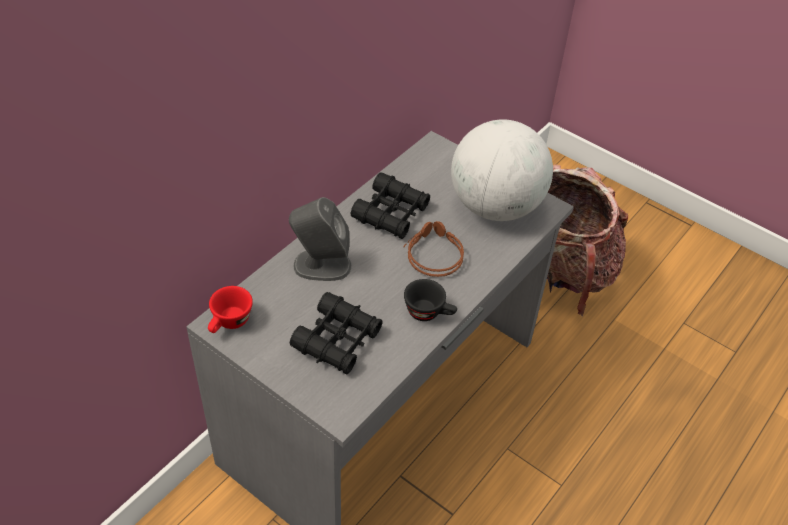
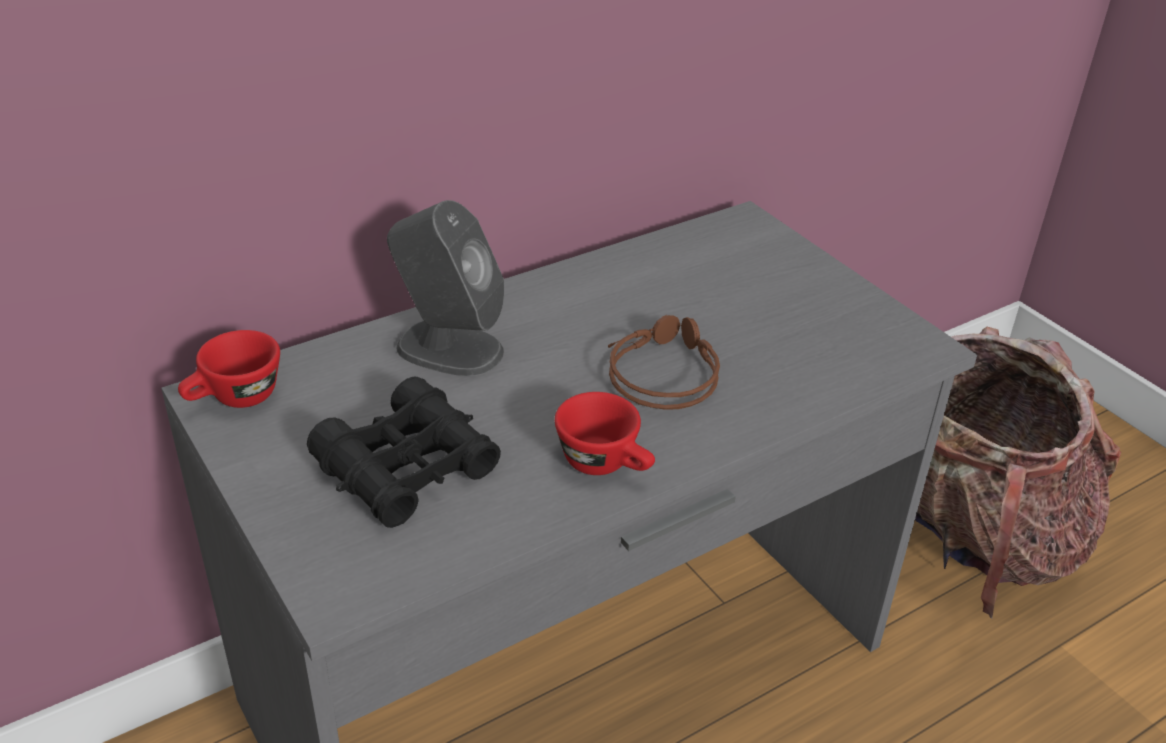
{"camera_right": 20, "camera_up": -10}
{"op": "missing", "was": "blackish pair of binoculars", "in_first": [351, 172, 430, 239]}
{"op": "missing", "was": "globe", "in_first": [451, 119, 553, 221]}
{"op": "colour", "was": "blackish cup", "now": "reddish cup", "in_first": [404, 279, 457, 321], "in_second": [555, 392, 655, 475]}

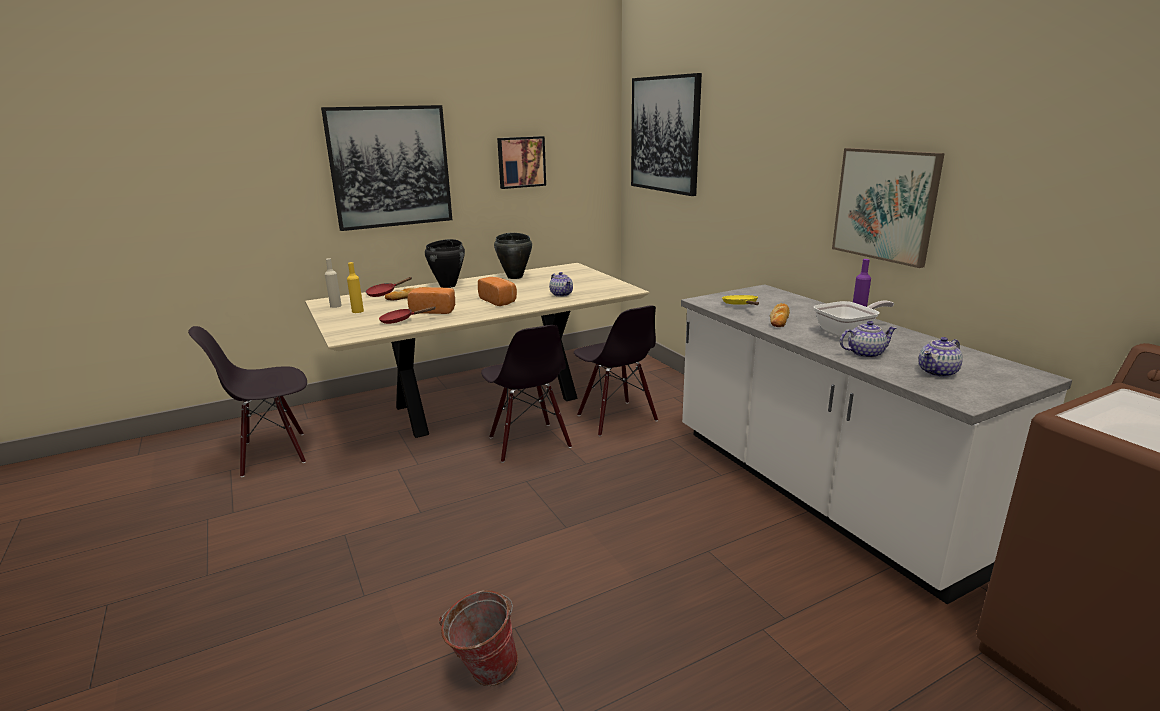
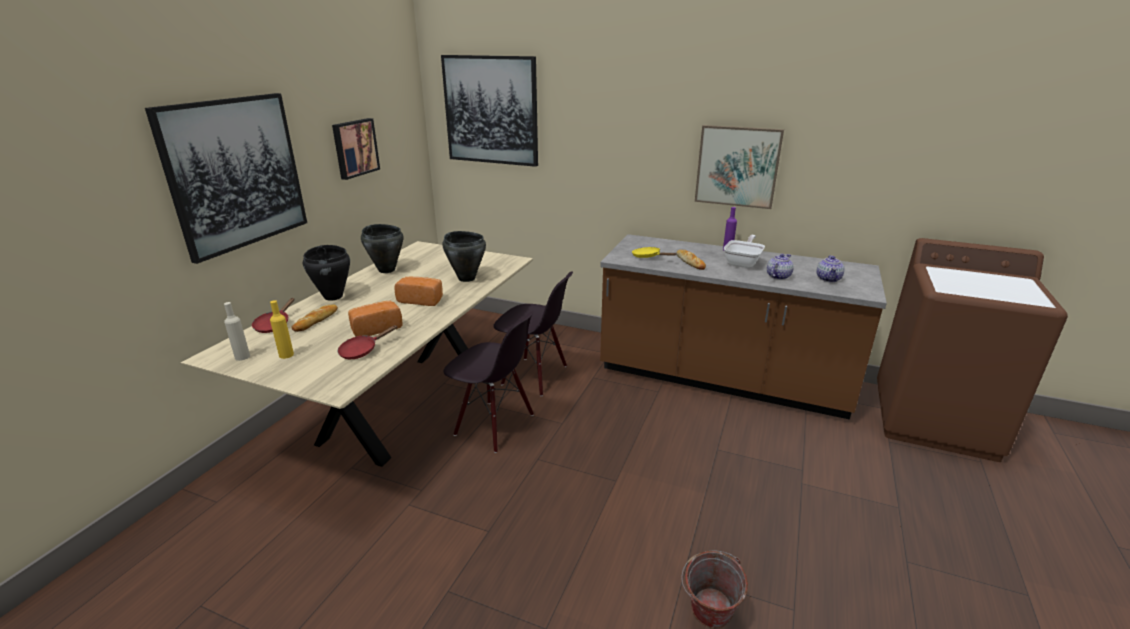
{"camera_right": -40, "camera_up": 5}
{"op": "missing", "was": "blackish chair", "in_first": [188, 326, 307, 477]}
{"op": "exchanged", "was": "tea pot", "now": "blackish cooking pot", "in_first": [549, 272, 573, 297], "in_second": [442, 231, 486, 282]}
{"op": "colour", "was": "whitish counter", "now": "brownish counter", "in_first": [681, 284, 1072, 604], "in_second": [600, 234, 887, 420]}

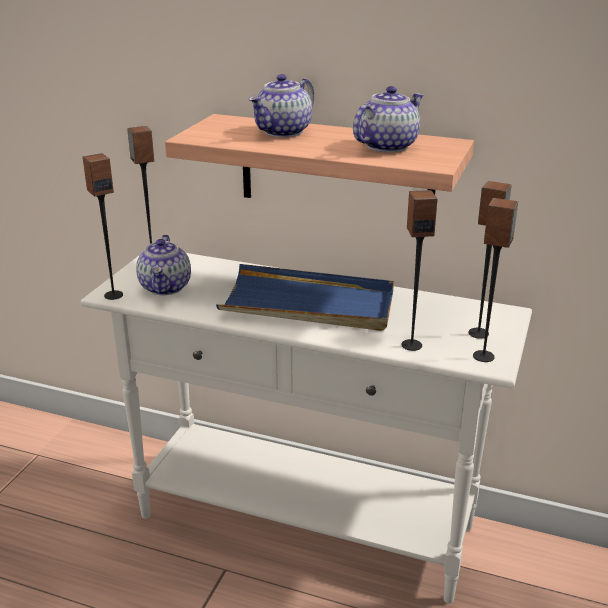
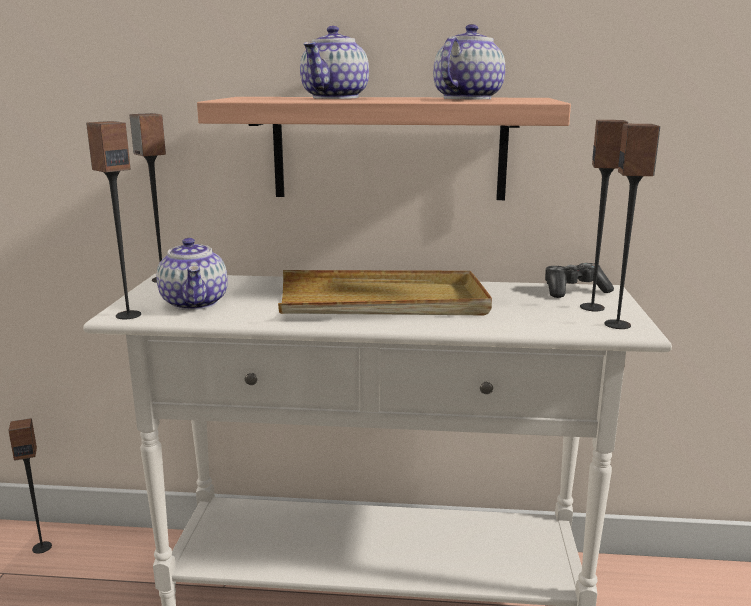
{"camera_right": -15, "camera_up": -10}
{"op": "appeared", "now": "joypad", "in_second": [545, 263, 614, 298]}
{"op": "relocated", "was": "loudspeaker", "in_first": [401, 190, 437, 351], "in_second": [8, 418, 52, 554]}
{"op": "colour", "was": "bluish carrying tray", "now": "beige carrying tray", "in_first": [216, 264, 394, 331], "in_second": [278, 270, 492, 315]}

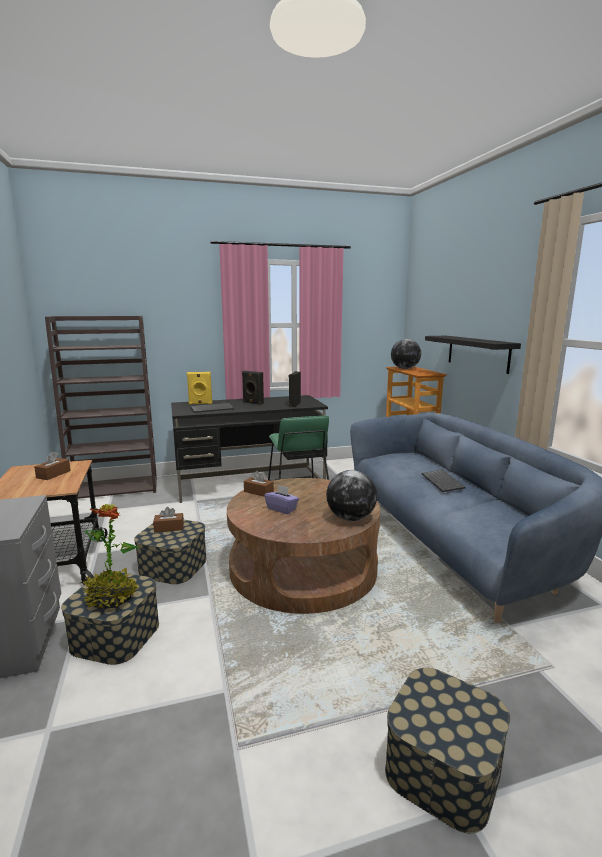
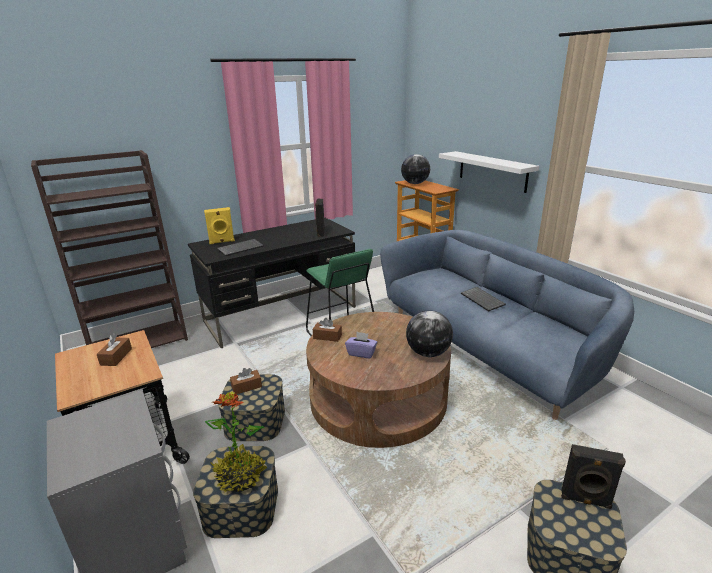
{"camera_right": -15, "camera_up": 10}
{"op": "relocated", "was": "blackish loudspeaker", "in_first": [242, 371, 264, 405], "in_second": [561, 444, 626, 509]}
{"op": "colour", "was": "blackish shelf", "now": "whitish shelf", "in_first": [425, 336, 521, 374], "in_second": [439, 151, 539, 193]}

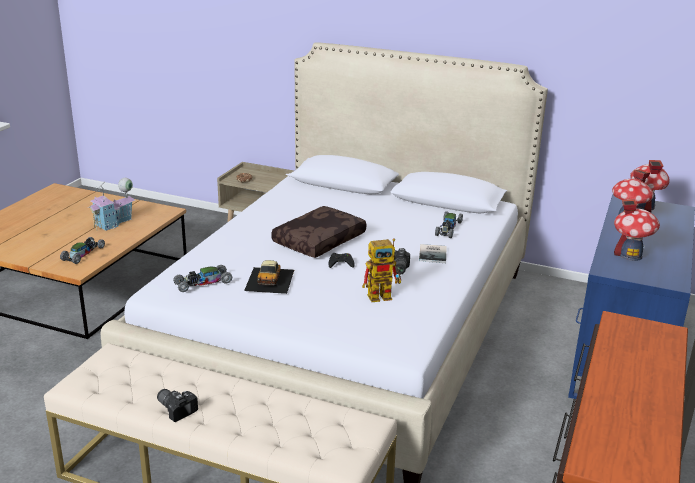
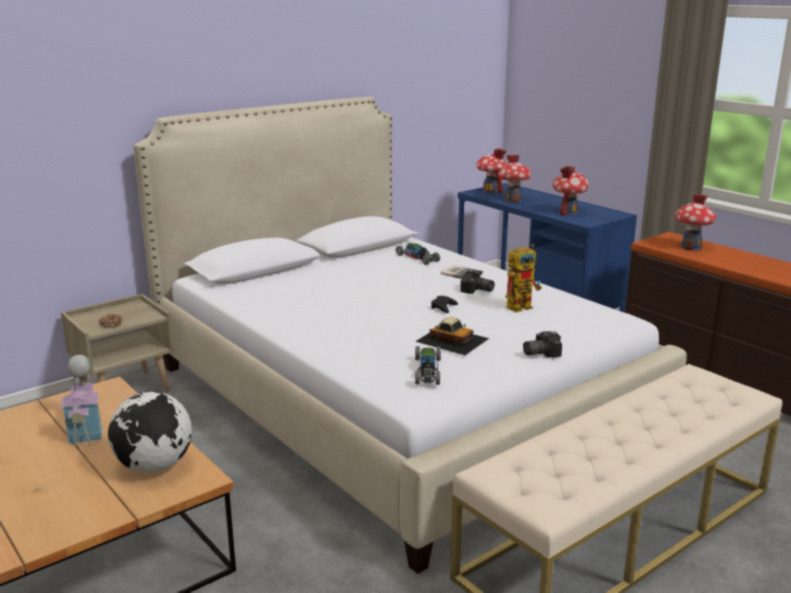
{"camera_right": -60, "camera_up": -5}
{"op": "missing", "was": "brownish throw pillow", "in_first": [271, 206, 366, 258]}
{"op": "appeared", "now": "model house", "in_second": [675, 194, 717, 251]}
{"op": "relocated", "was": "photo camera", "in_first": [157, 389, 198, 422], "in_second": [523, 331, 562, 357]}
{"op": "exchanged", "was": "model car", "now": "globe", "in_first": [60, 237, 105, 264], "in_second": [108, 391, 192, 473]}
{"op": "spun", "was": "robot figure", "in_first": [362, 238, 401, 302], "in_second": [506, 244, 542, 312], "clockwise": 45}

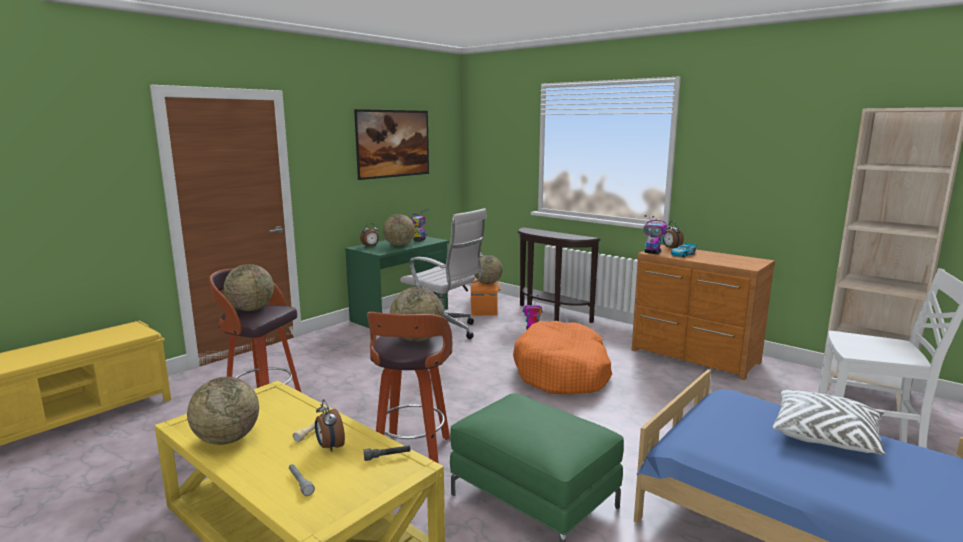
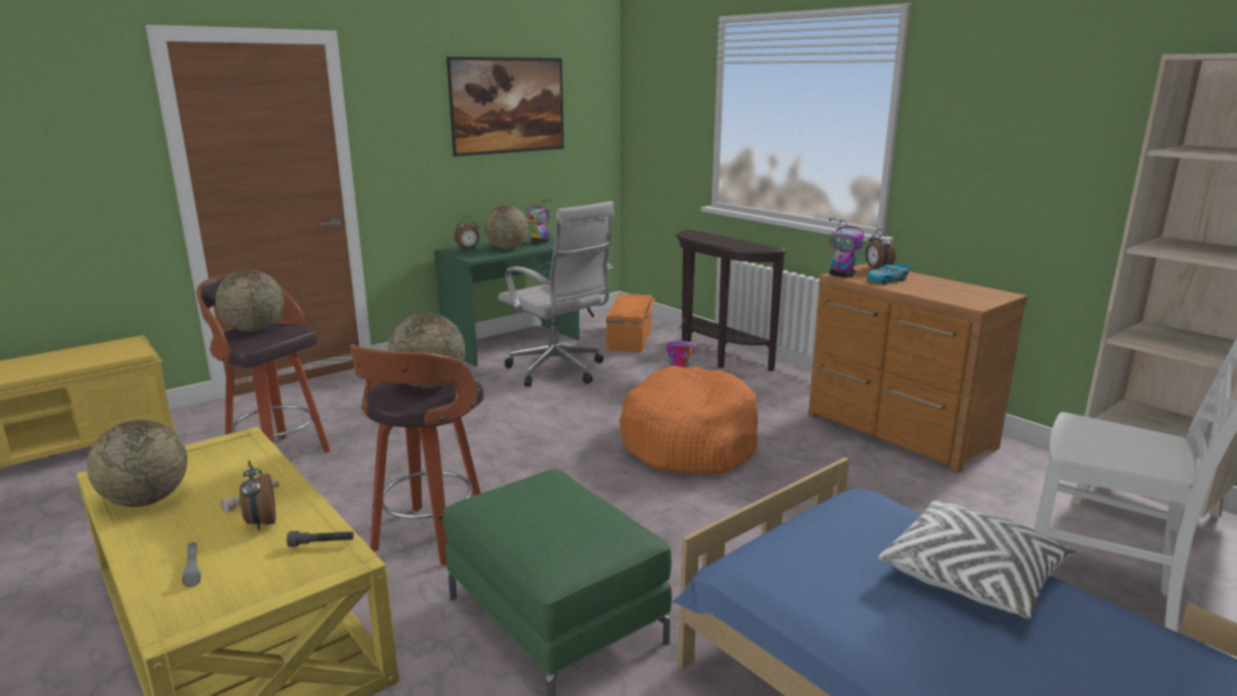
{"camera_right": 10, "camera_up": 5}
{"op": "missing", "was": "globe", "in_first": [475, 255, 503, 284]}

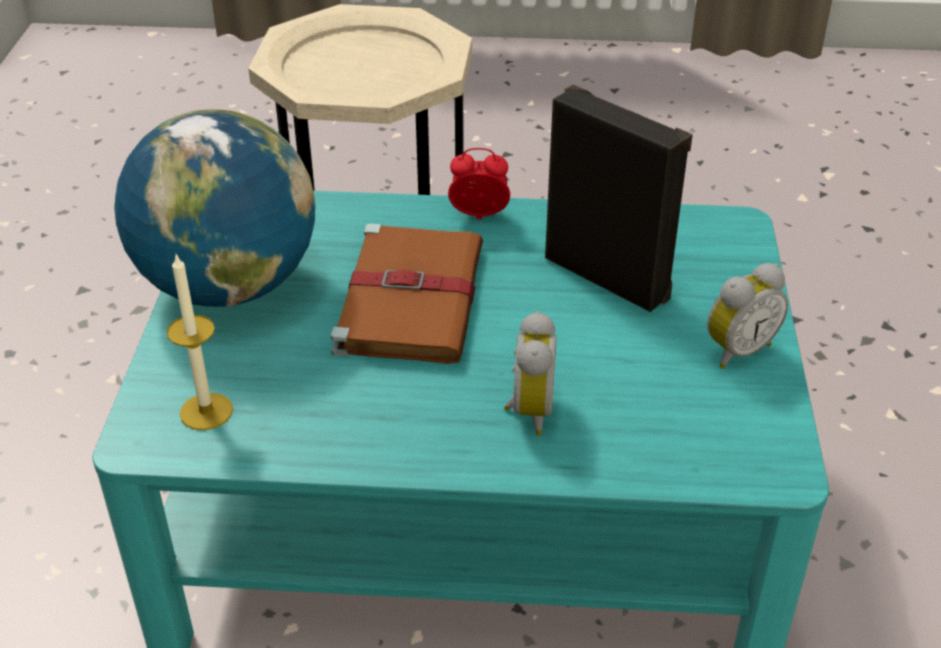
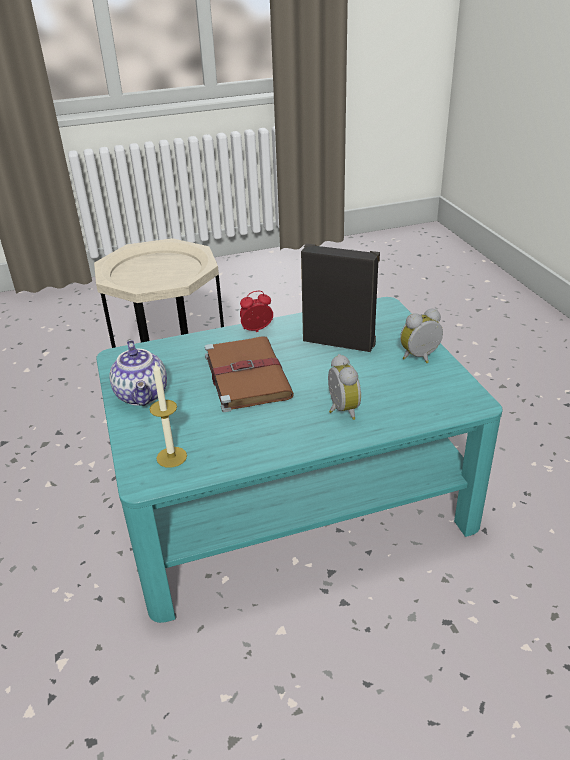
{"camera_right": -20, "camera_up": -5}
{"op": "exchanged", "was": "globe", "now": "tea pot", "in_first": [114, 109, 315, 307], "in_second": [110, 340, 167, 406]}
{"op": "spun", "was": "alarm clock", "in_first": [707, 263, 788, 369], "in_second": [400, 309, 443, 363], "clockwise": -150}

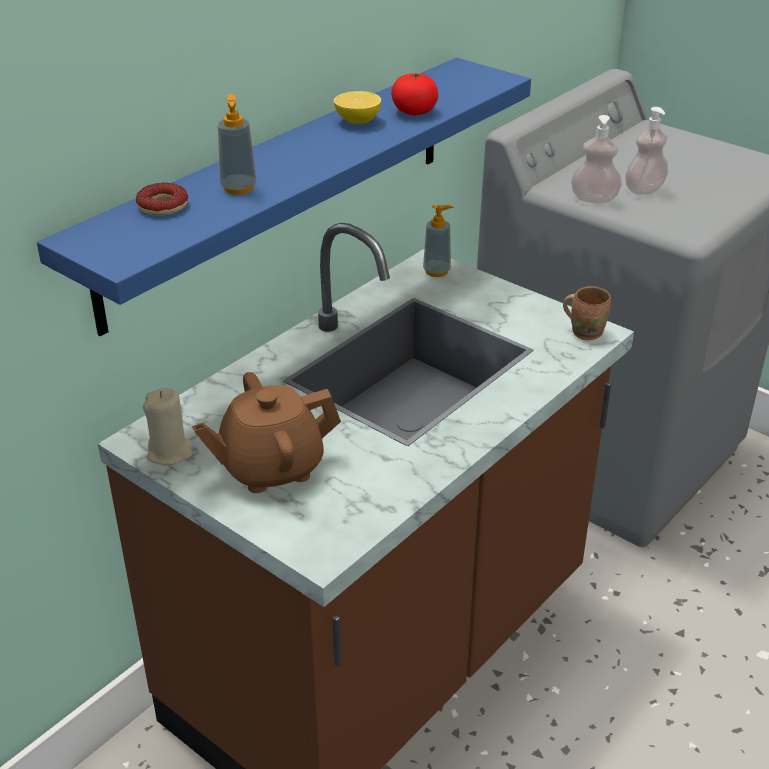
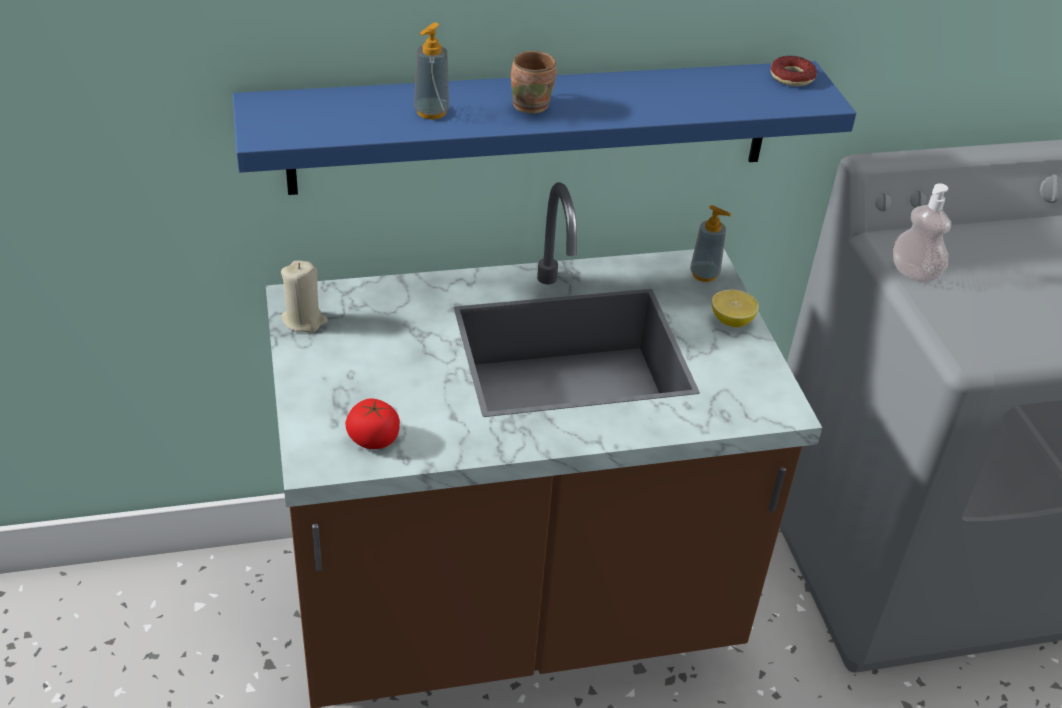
{"camera_right": 35, "camera_up": 5}
{"op": "missing", "was": "brownish tea pot", "in_first": [192, 372, 341, 493]}
{"op": "missing", "was": "liquid soap bottle", "in_first": [625, 107, 668, 195]}
{"op": "relocated", "was": "ring doughnut", "in_first": [136, 183, 188, 216], "in_second": [771, 56, 817, 86]}
{"op": "relocated", "was": "citrus fruit", "in_first": [334, 91, 381, 124], "in_second": [712, 289, 759, 328]}
{"op": "relocated", "was": "whole tomato", "in_first": [391, 73, 438, 115], "in_second": [345, 398, 400, 449]}
{"op": "relocated", "was": "brownish coffee mug", "in_first": [563, 286, 611, 340], "in_second": [511, 51, 556, 114]}

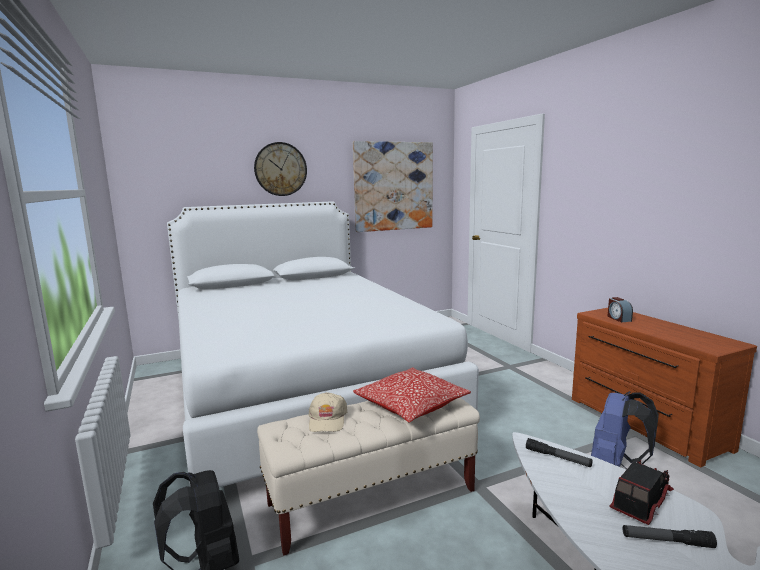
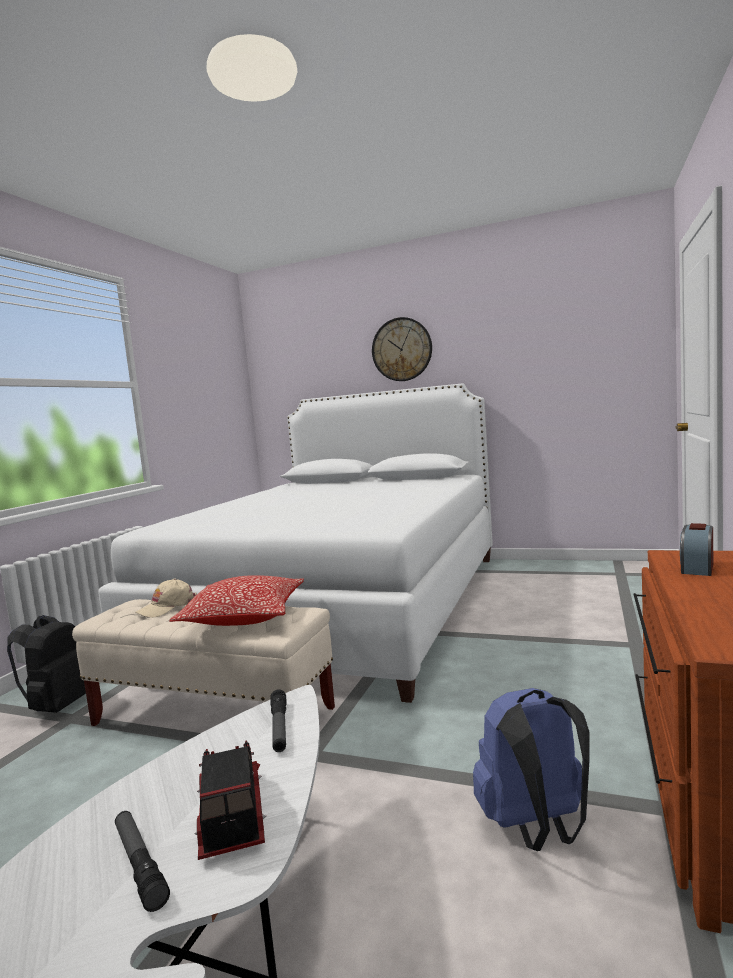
{"camera_right": 45, "camera_up": -5}
{"op": "missing", "was": "wall art", "in_first": [353, 141, 433, 232]}
{"op": "spun", "was": "toy truck", "in_first": [609, 460, 674, 525], "in_second": [194, 740, 266, 860], "clockwise": -105}

